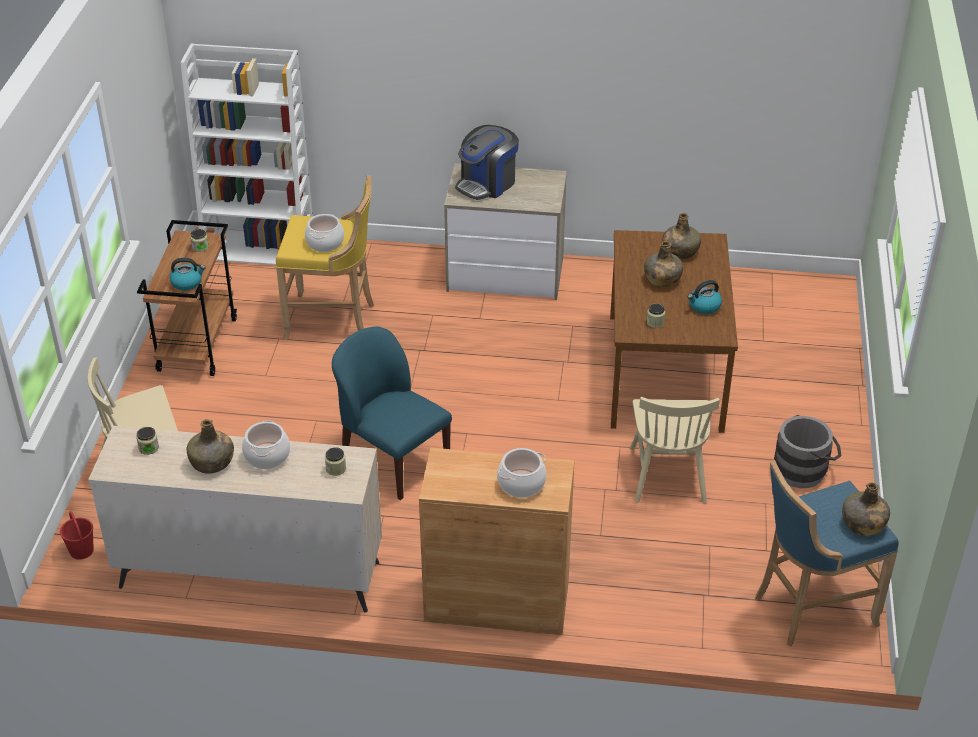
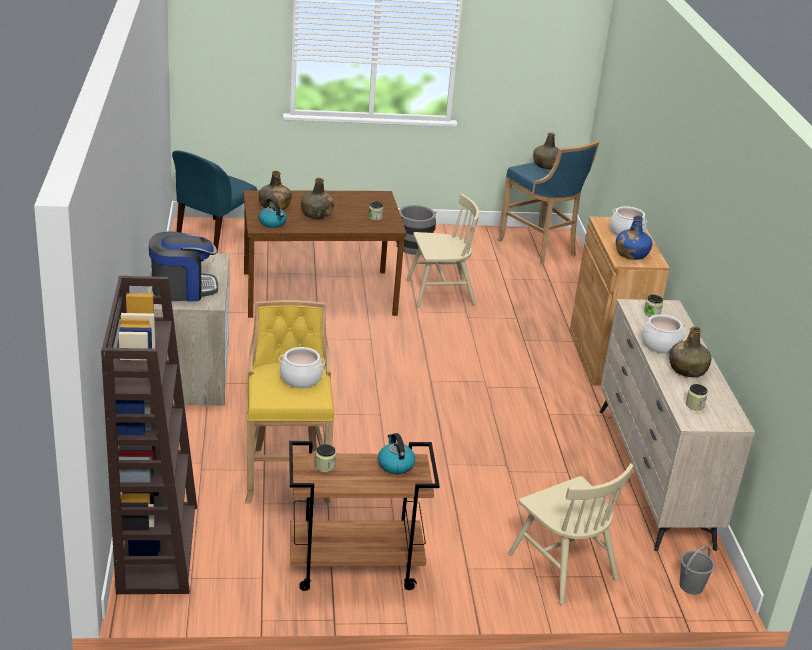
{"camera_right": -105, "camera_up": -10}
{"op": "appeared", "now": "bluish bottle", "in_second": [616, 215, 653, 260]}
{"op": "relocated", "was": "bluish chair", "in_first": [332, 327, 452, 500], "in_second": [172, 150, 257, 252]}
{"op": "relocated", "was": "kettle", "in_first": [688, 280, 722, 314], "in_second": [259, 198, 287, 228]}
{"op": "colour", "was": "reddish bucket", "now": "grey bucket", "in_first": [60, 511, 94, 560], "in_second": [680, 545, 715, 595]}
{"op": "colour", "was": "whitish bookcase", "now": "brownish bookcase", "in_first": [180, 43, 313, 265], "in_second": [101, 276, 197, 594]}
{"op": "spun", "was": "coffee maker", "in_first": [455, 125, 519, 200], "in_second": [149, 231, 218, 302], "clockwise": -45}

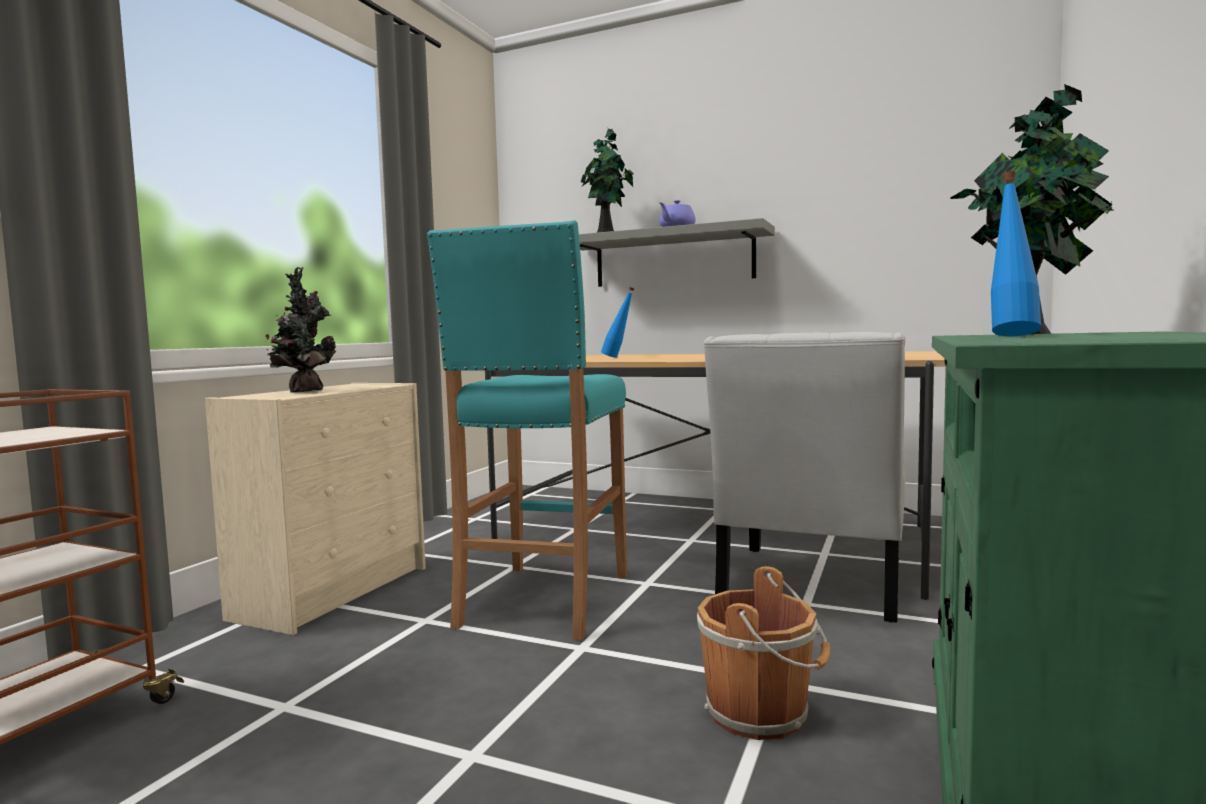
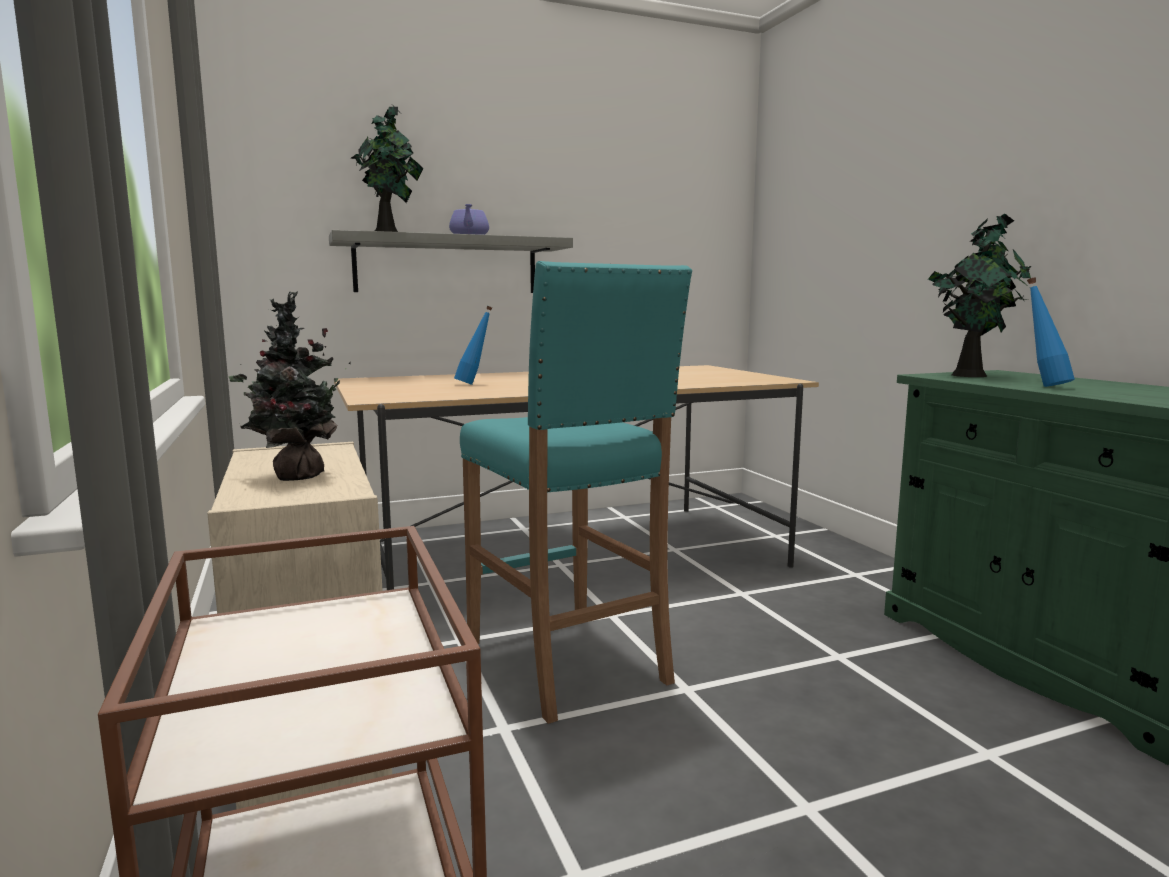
{"camera_right": -45, "camera_up": 5}
{"op": "missing", "was": "brownish bucket", "in_first": [697, 566, 830, 740]}
{"op": "missing", "was": "whitish chair", "in_first": [704, 332, 906, 623]}

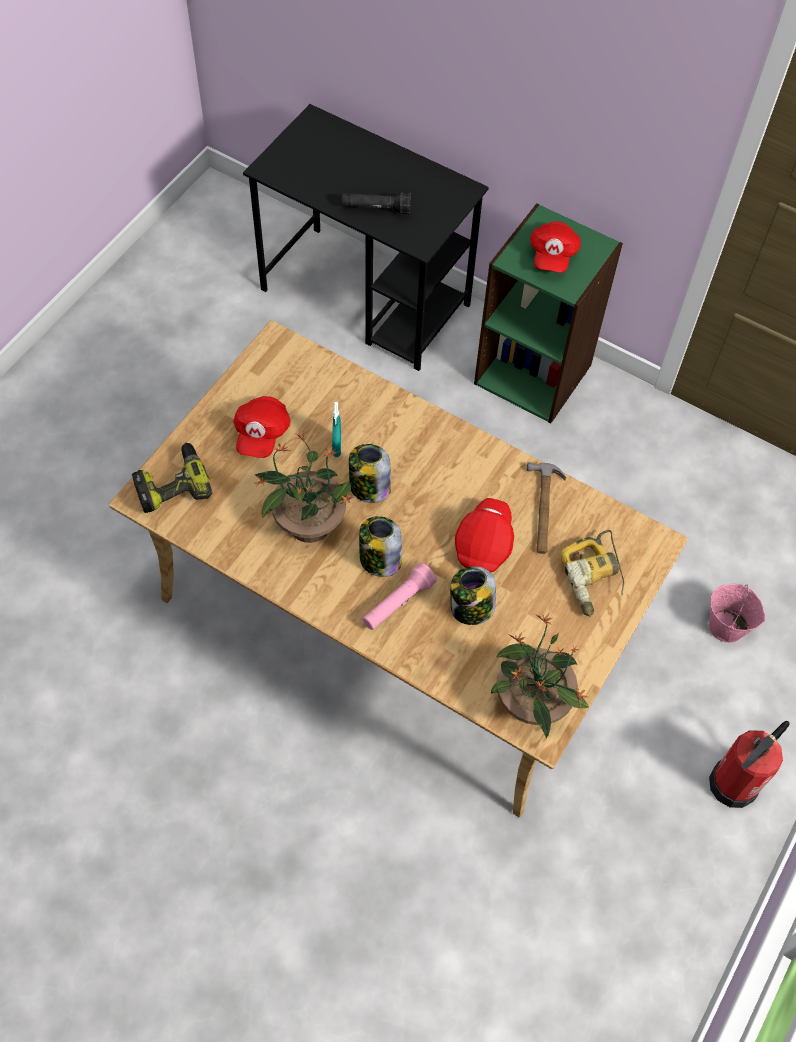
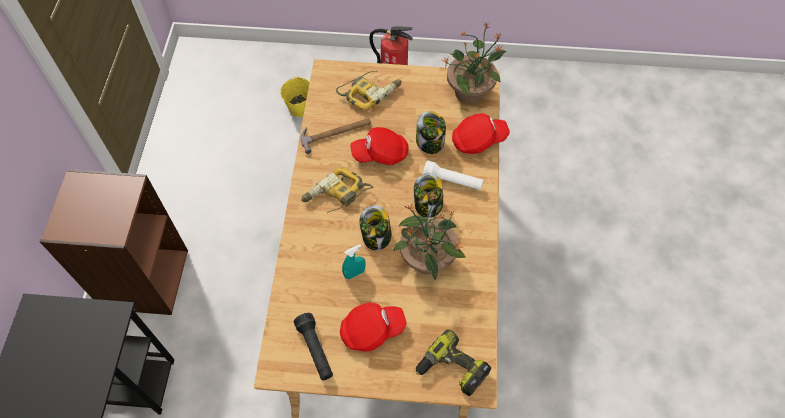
{"camera_right": -115, "camera_up": 0}
{"op": "appeared", "now": "drill", "in_second": [301, 167, 373, 213]}
{"op": "relocated", "was": "blackish flashlight", "in_first": [341, 192, 411, 214], "in_second": [293, 313, 333, 380]}
{"op": "relocated", "was": "reddish cap", "in_first": [530, 221, 581, 273], "in_second": [452, 113, 510, 154]}
{"op": "colour", "was": "pink-coloured flashlight", "now": "whitish flashlight", "in_first": [363, 563, 437, 630], "in_second": [423, 161, 483, 190]}
{"op": "colour", "was": "green bookcase", "now": "brownish bookcase", "in_first": [474, 203, 623, 423], "in_second": [40, 169, 188, 315]}
{"op": "colour", "was": "pink-coloured bucket", "now": "yellow-coloured bucket", "in_first": [709, 584, 765, 643], "in_second": [280, 77, 310, 117]}

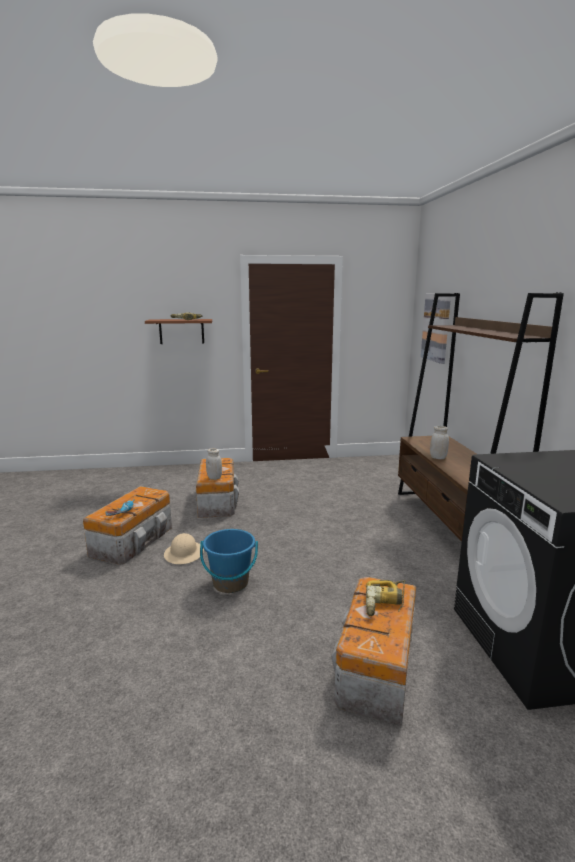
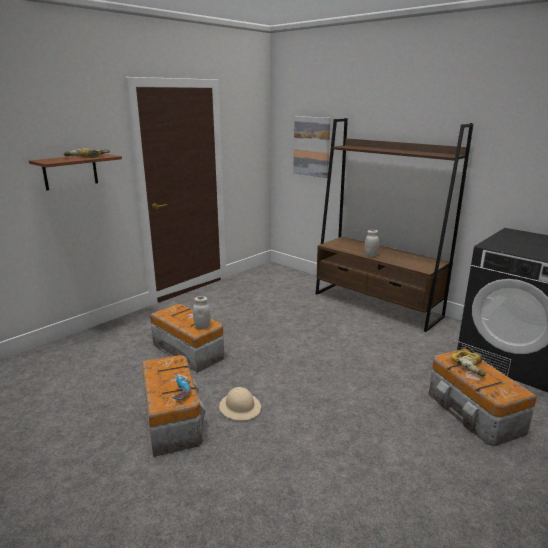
{"camera_right": -40, "camera_up": 5}
{"op": "missing", "was": "bluish bucket", "in_first": [200, 529, 258, 593]}

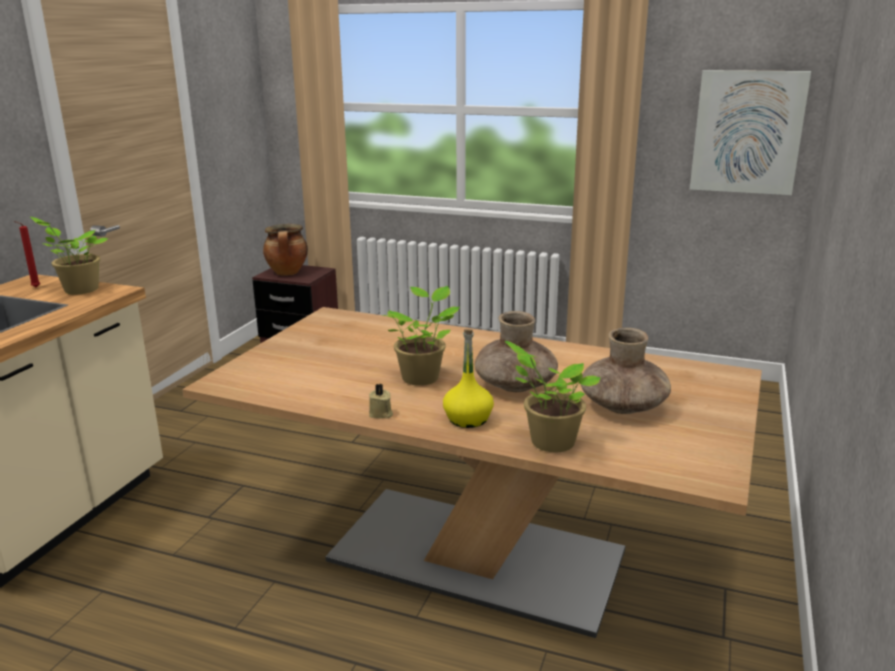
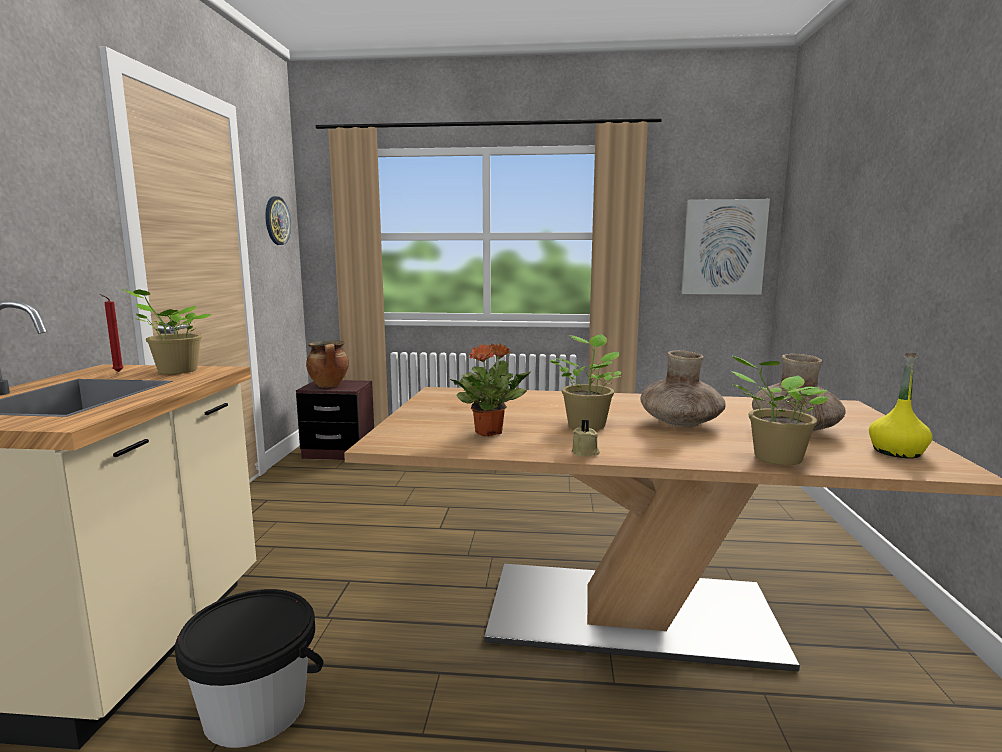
{"camera_right": -15, "camera_up": -10}
{"op": "appeared", "now": "blackish bucket", "in_second": [175, 589, 324, 748]}
{"op": "appeared", "now": "clock on the wall", "in_second": [265, 196, 291, 245]}
{"op": "appeared", "now": "houseplant", "in_second": [450, 343, 531, 436]}
{"op": "relocated", "was": "yellow-coloured bottle", "in_first": [443, 329, 494, 428], "in_second": [869, 353, 933, 458]}

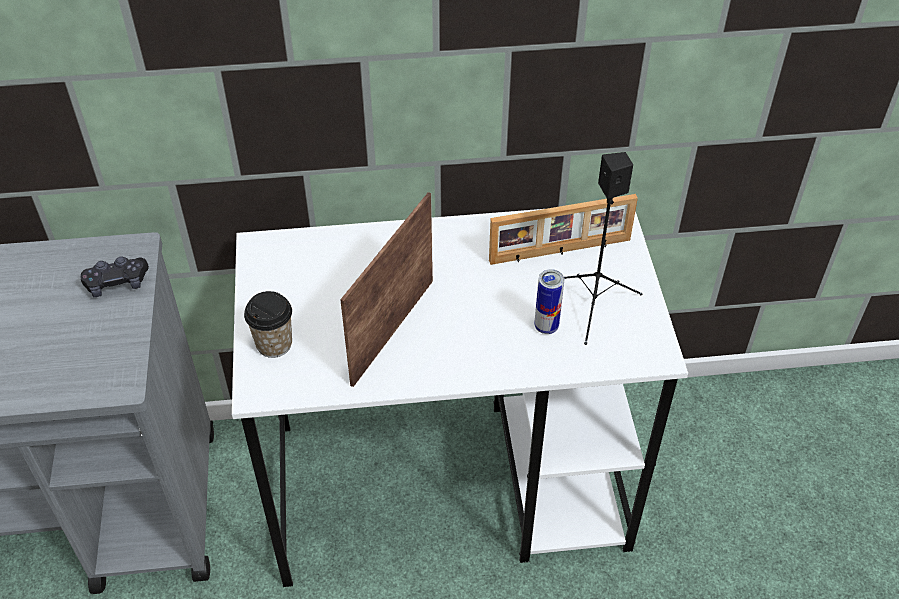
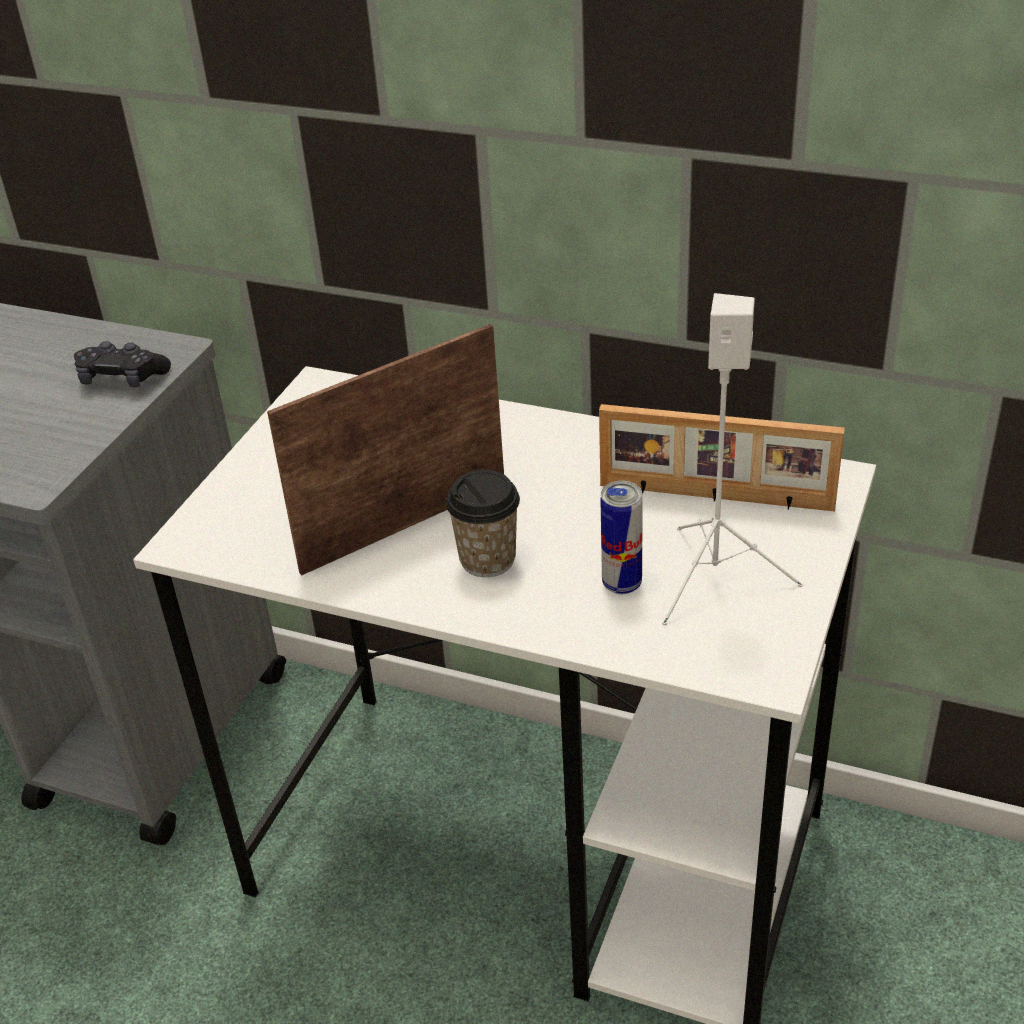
{"camera_right": 30, "camera_up": -10}
{"op": "relocated", "was": "cup", "in_first": [244, 291, 292, 358], "in_second": [446, 470, 520, 577]}
{"op": "colour", "was": "blackish loudspeaker", "now": "whitish loudspeaker", "in_first": [564, 152, 642, 345], "in_second": [662, 293, 803, 625]}

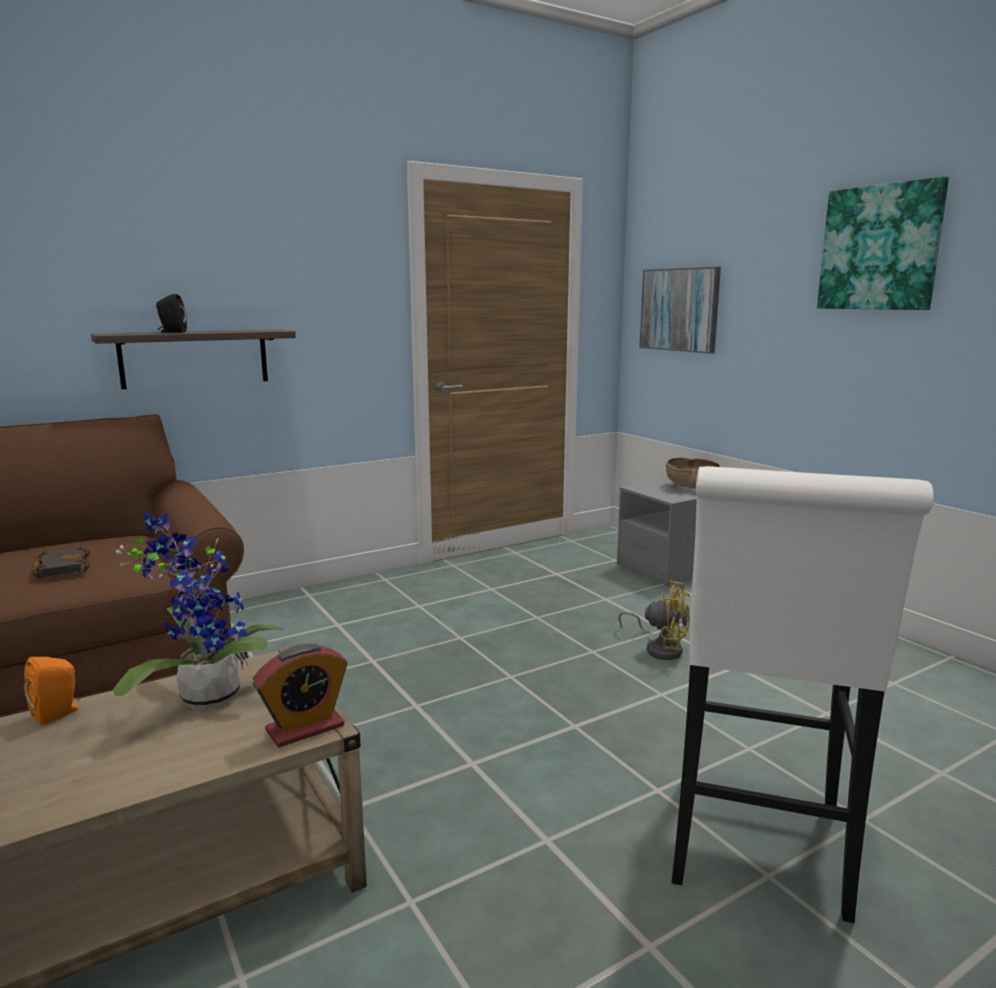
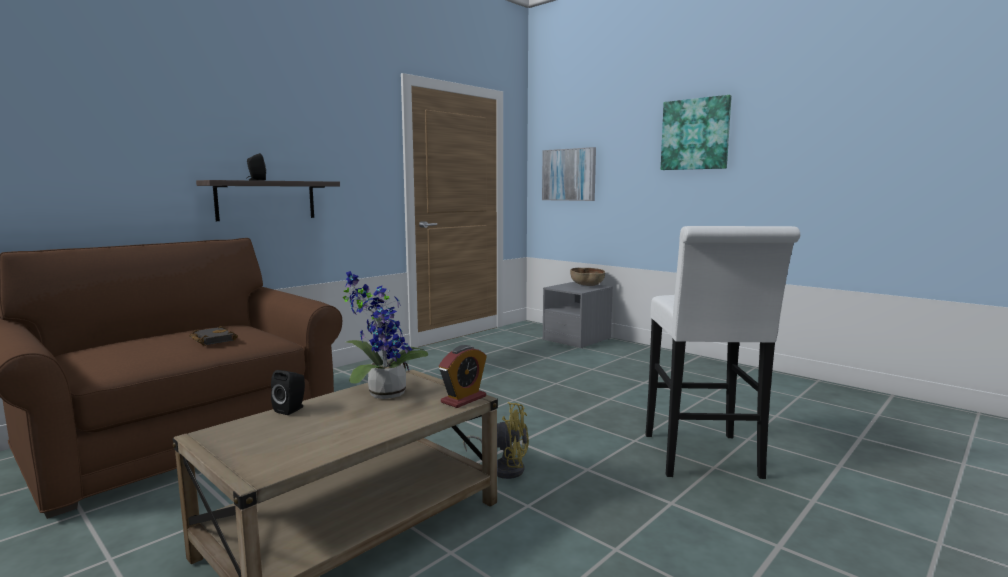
{"camera_right": -15, "camera_up": -5}
{"op": "relocated", "was": "yellow-coloured cooling fan", "in_first": [618, 580, 690, 660], "in_second": [463, 402, 529, 479]}
{"op": "colour", "was": "orangey loudspeaker", "now": "blackish loudspeaker", "in_first": [24, 657, 80, 725], "in_second": [271, 370, 305, 415]}

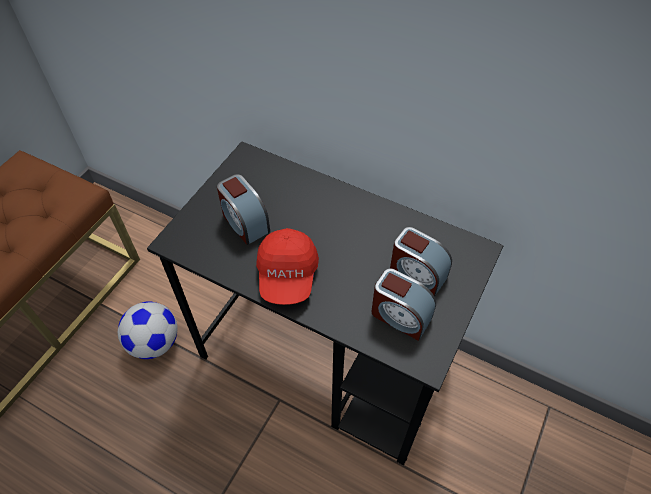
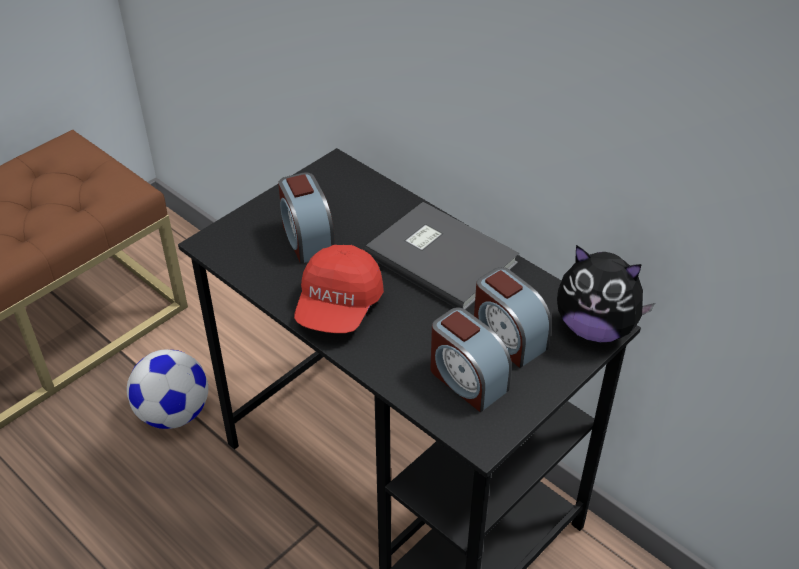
{"camera_right": 15, "camera_up": -10}
{"op": "appeared", "now": "grey bound book", "in_second": [365, 202, 519, 310]}
{"op": "appeared", "now": "plush toy", "in_second": [557, 245, 655, 342]}

